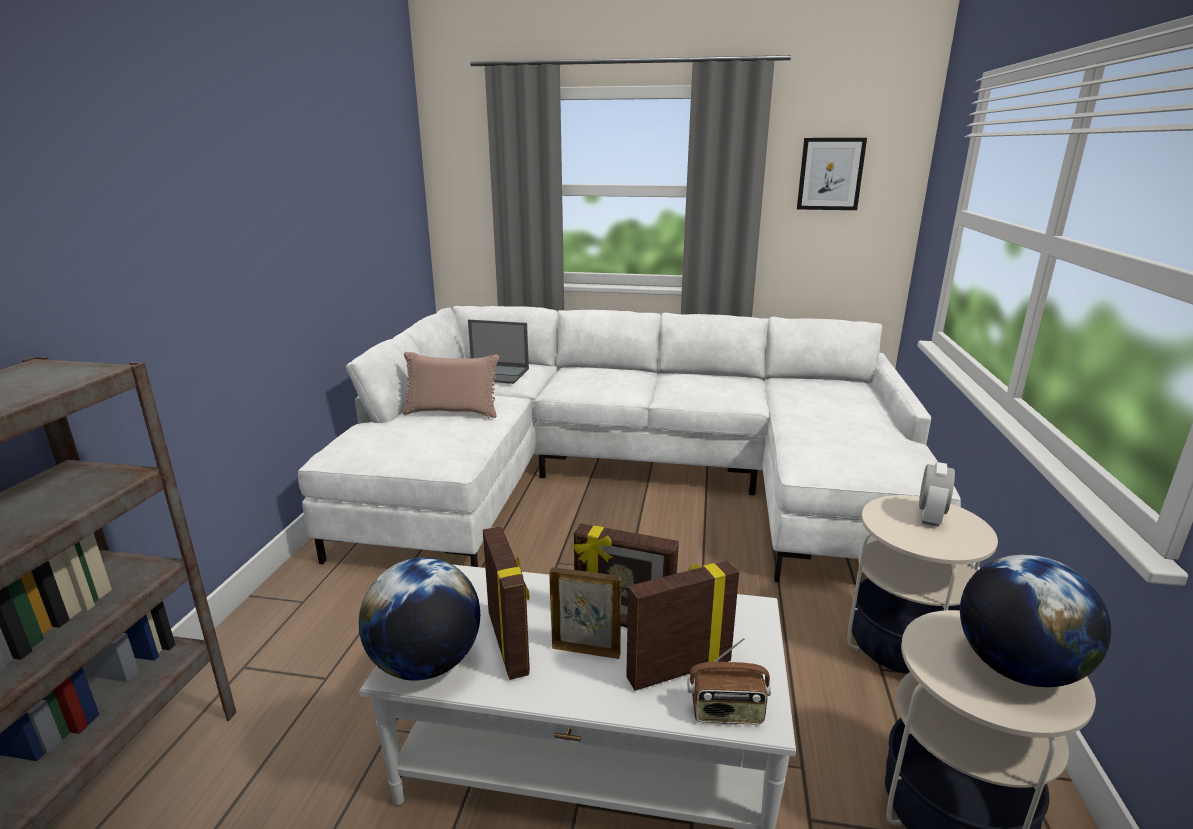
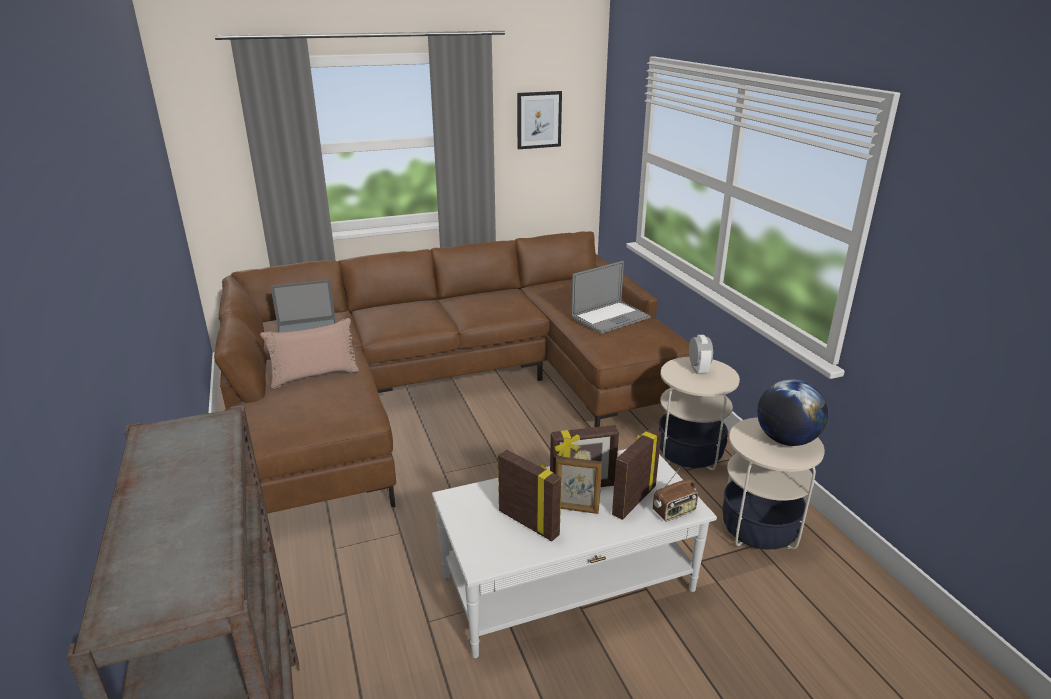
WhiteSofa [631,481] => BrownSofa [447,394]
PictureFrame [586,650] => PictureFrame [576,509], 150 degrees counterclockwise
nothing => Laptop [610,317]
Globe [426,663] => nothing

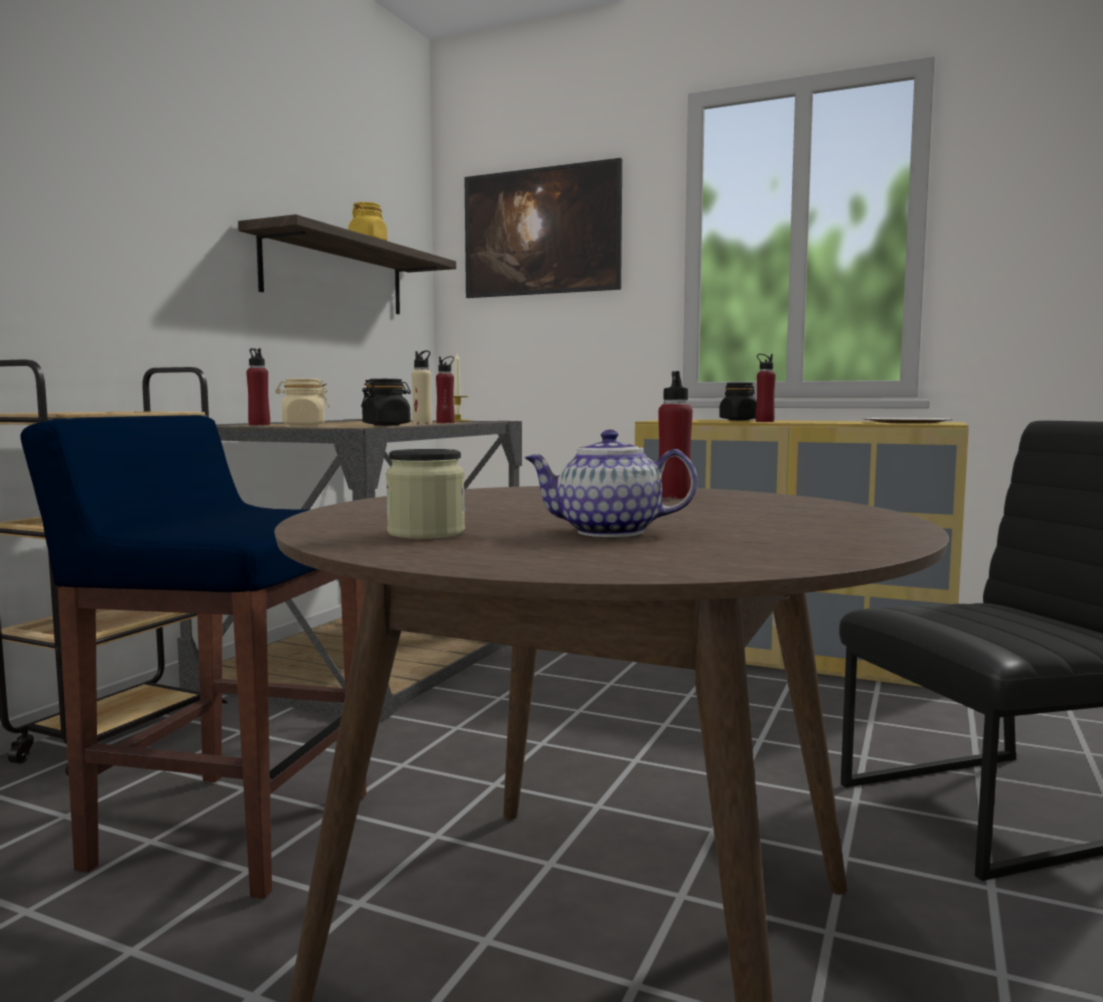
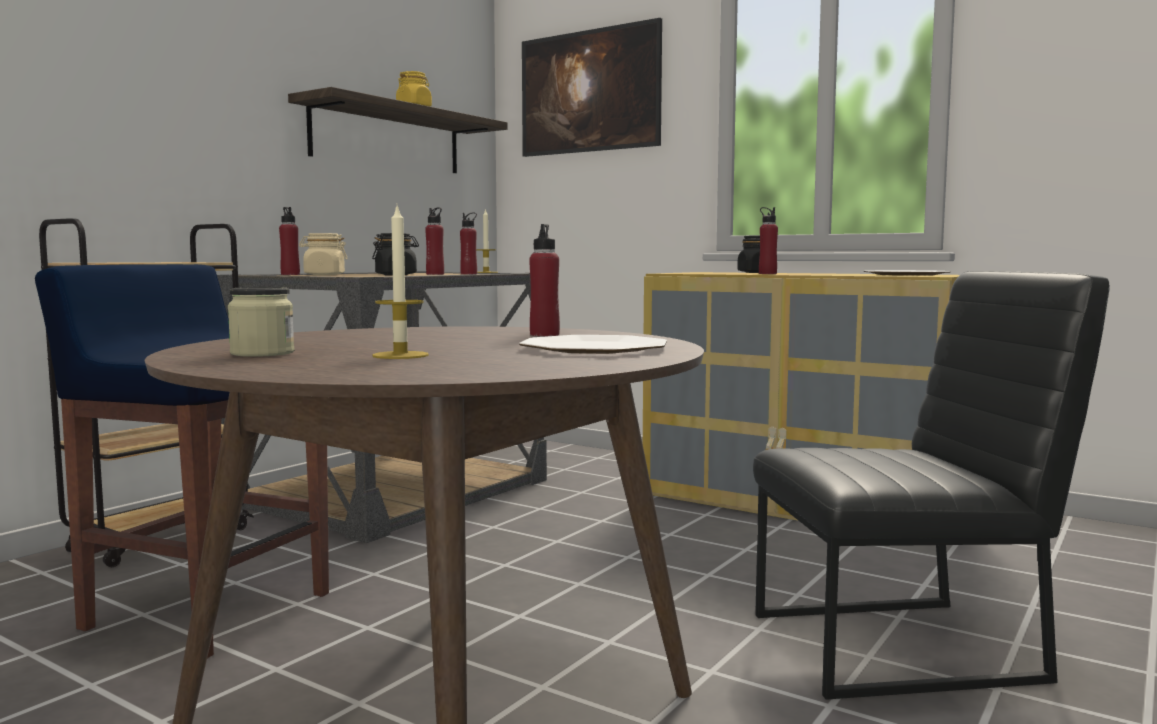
Teapot [607,532] => Candle [400,355]
BeigeBottle [422,424] => RedBottle [435,274]
nothing => Plate [595,348]

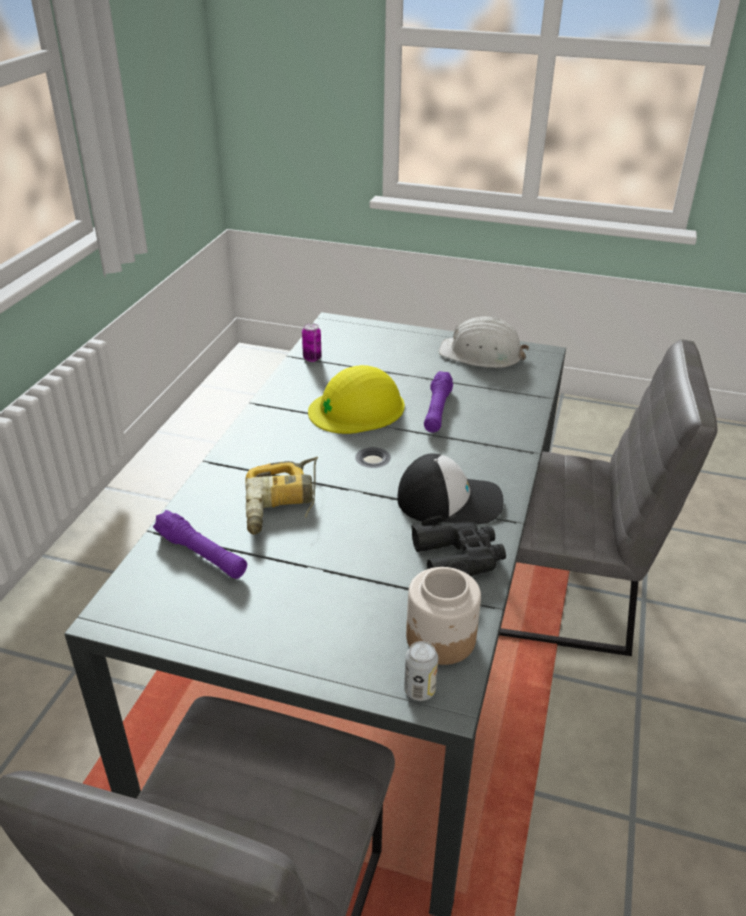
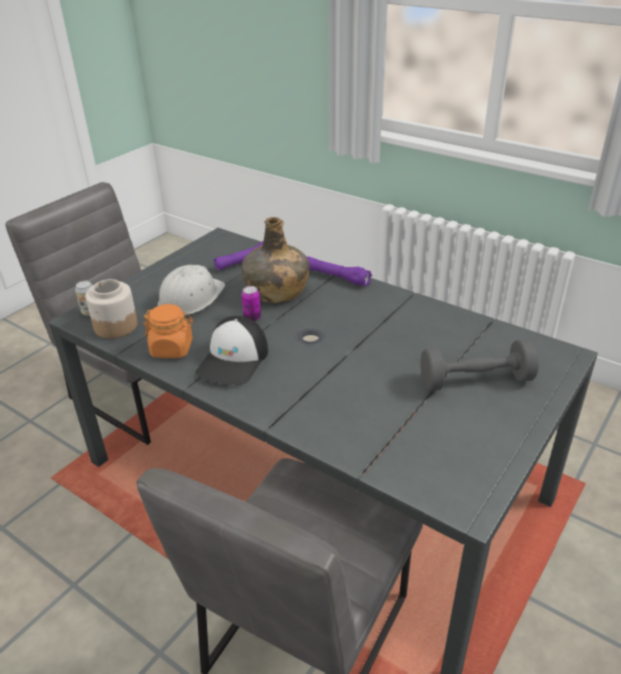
BlackBinoculars [458,558] => OrangeJar [172,349]
WhiteHardHat [481,354] => WhiteHardHat [190,298], moved
PowerDrill [283,504] => GreenBottle [276,291]
Can [312,358] => Can [252,318], moved
PurpleFlashlight [437,410] => PurpleFlashlight [336,277], moved
nothing => GreyDumbbell [475,381]
YellowHardHat [357,408] => nothing

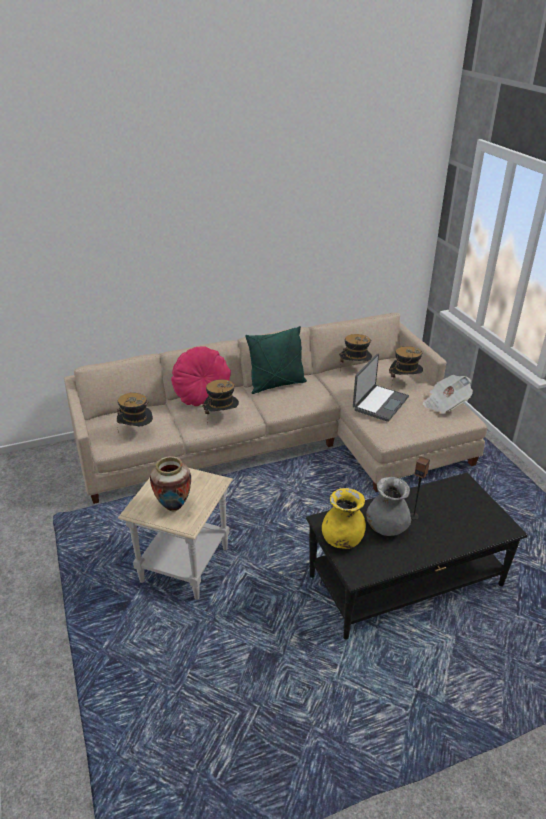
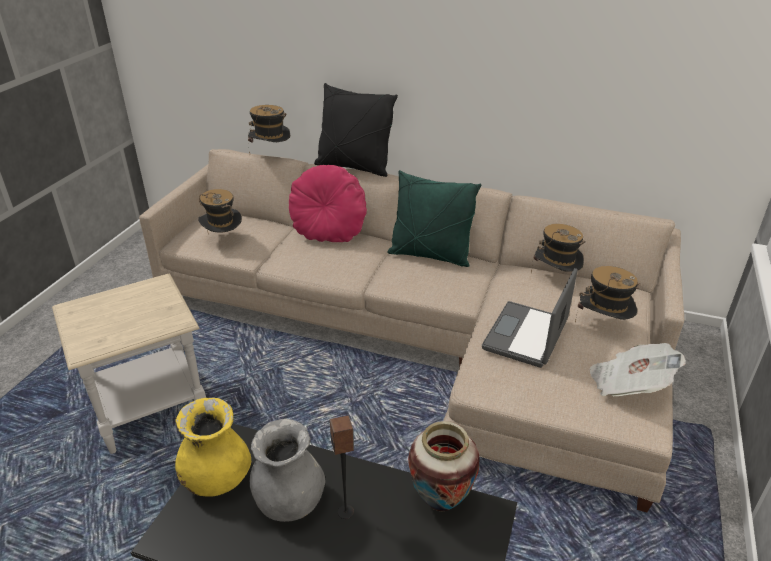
Hat [221,418] => Hat [271,155], moved
nothing => BlackPillow [354,167]
Vase [173,507] => Vase [440,502], moved
Laptop [379,403] => Laptop [527,336], 135 degrees clockwise

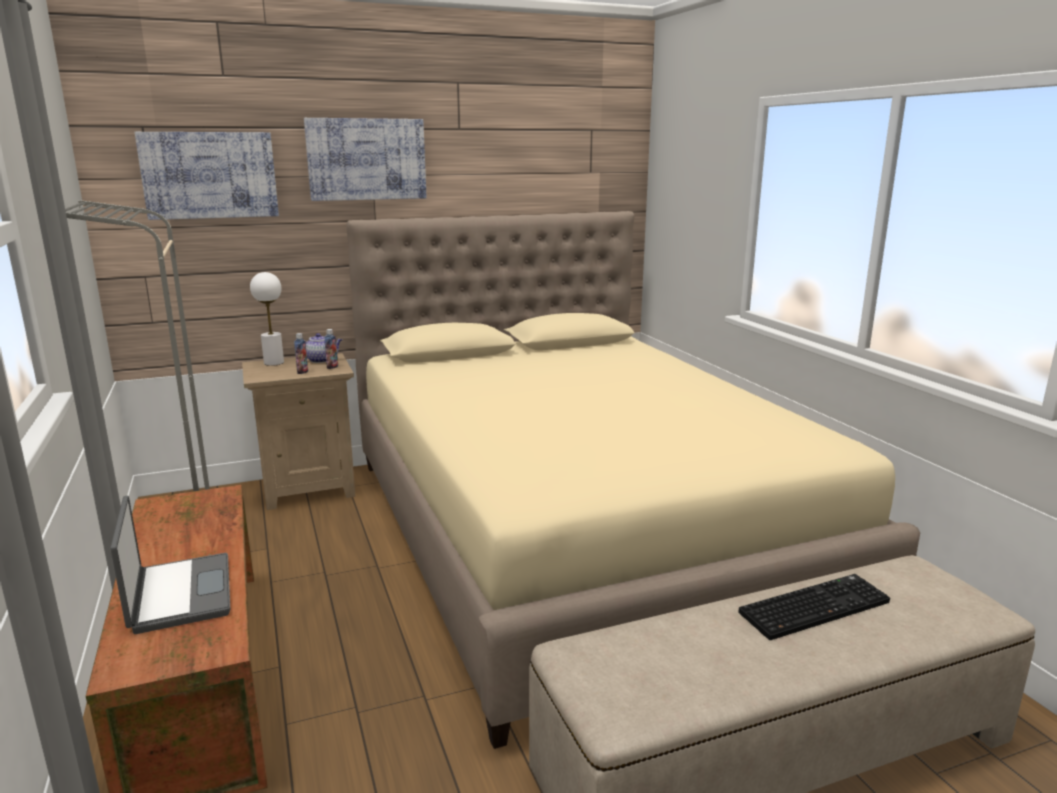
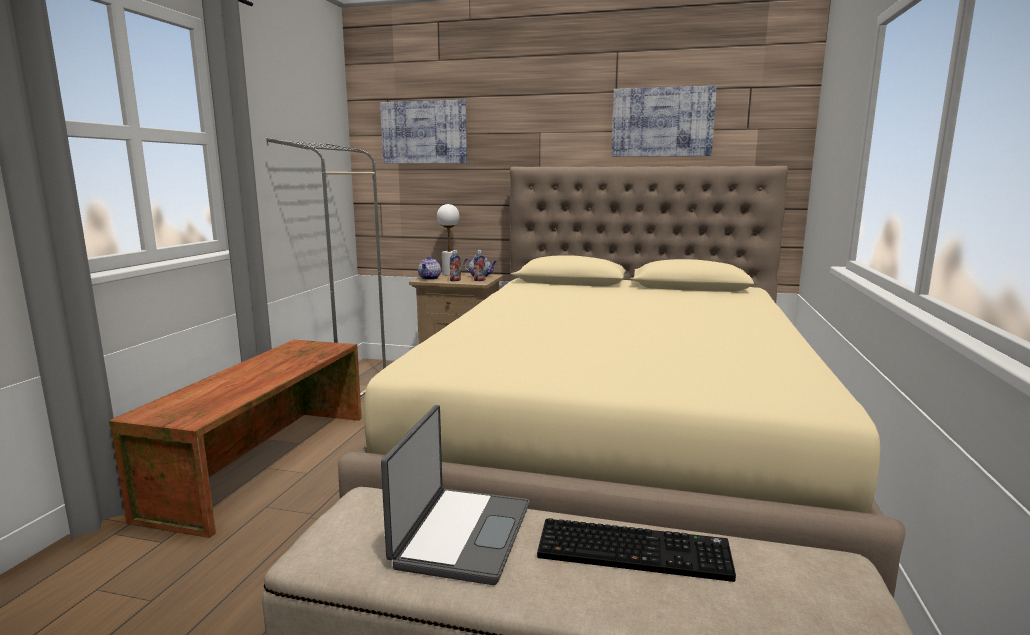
Laptop [179,594] => Laptop [460,534], moved
nothing => Teapot [429,278]
Picture [367,159] => Picture [662,122], moved

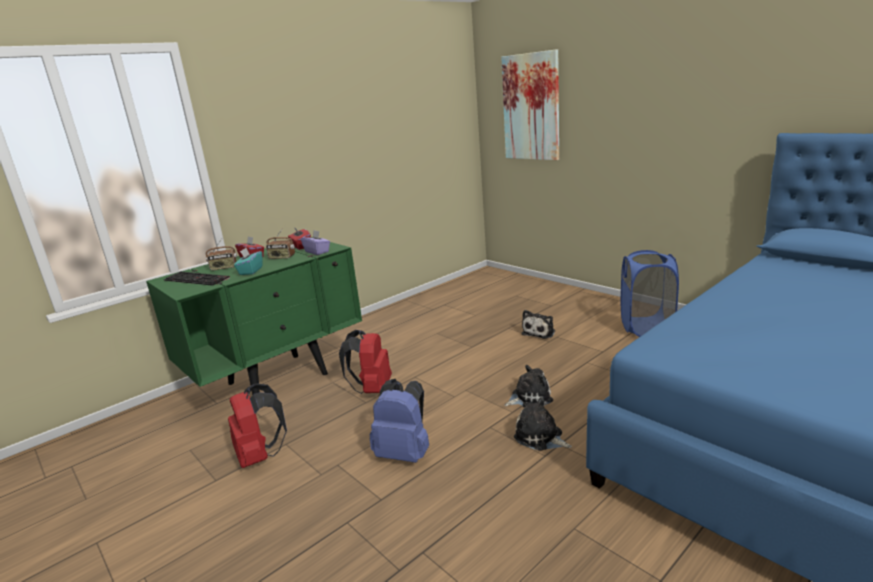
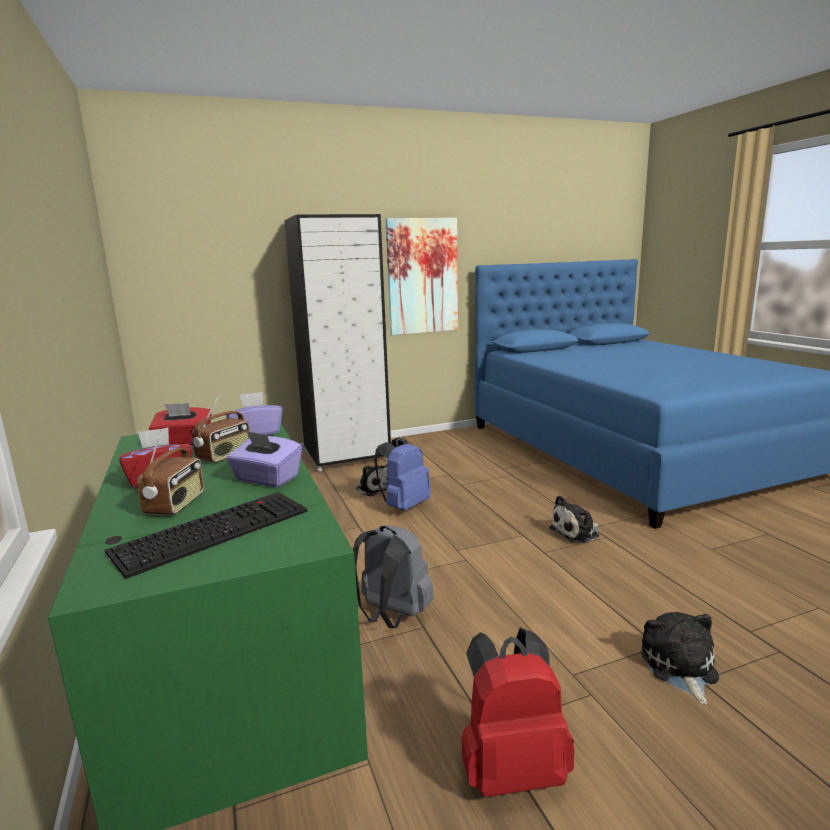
TurquoiseTissueBox [250,271] => PurpleTissueBox [266,479]
nothing => Wardrobe [347,456]
RedBackpack [372,389] => GreyBackpack [392,616]
BlueBackpack [404,453] => BlueBackpack [404,506], moved
Picture [531,107] => Picture [422,276], moved
PlushToy [529,397] => PlushToy [679,667], moved
BlueLaundryBasket [646,327] => nothing

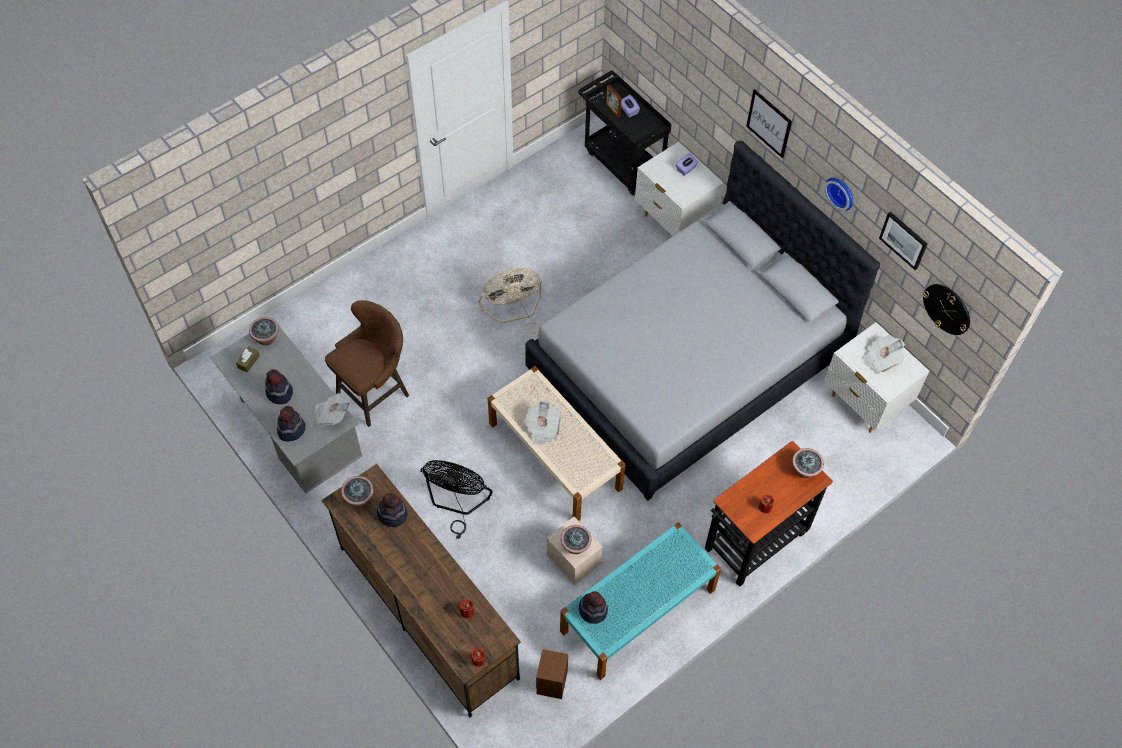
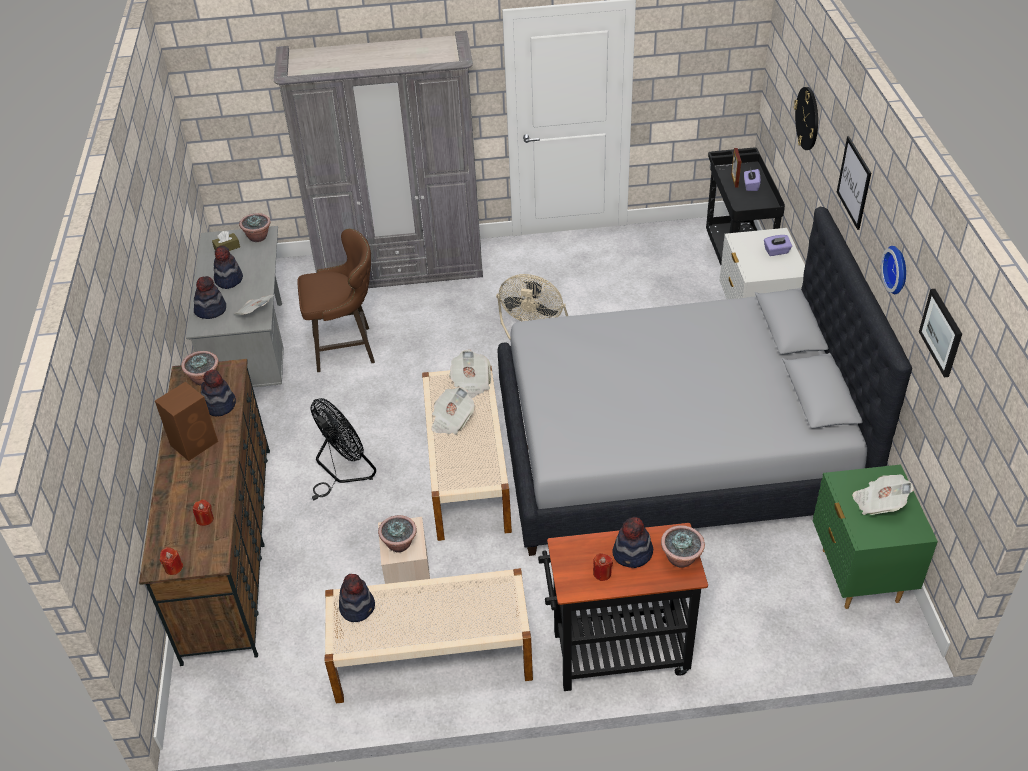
BrownSpeaker [552,681] => BrownSpeaker [195,442], moved
nothing => GreyWardrobe [401,267]
TurquoiseBench [638,611] => BeigeBench [432,657]
nothing => Newspaper [471,383]
nothing => Hat [633,554]
WallClock [947,309] => WallClock [807,118], moved
WhiteNightstand [864,403] => GreenNightstand [858,576]

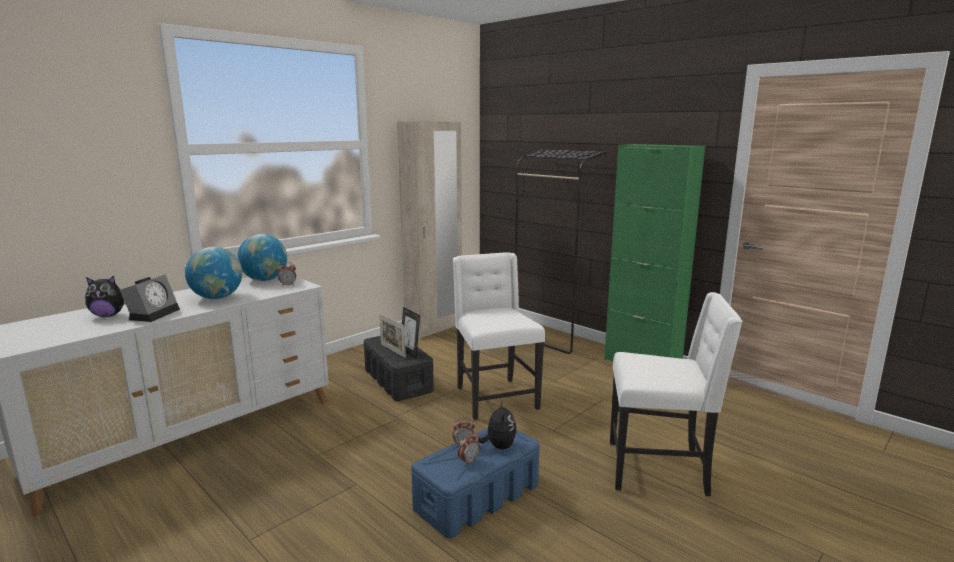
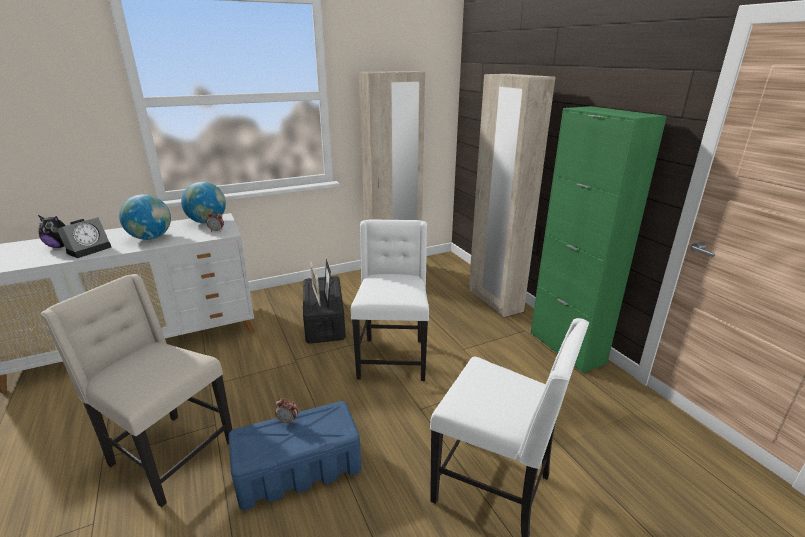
nothing => BeigeChair [169,455]
BlackClothesRack [553,339] => BeigeWardrobe [494,300]
AlarmClock [469,461] => nothing
PlushToy [499,446] => nothing

